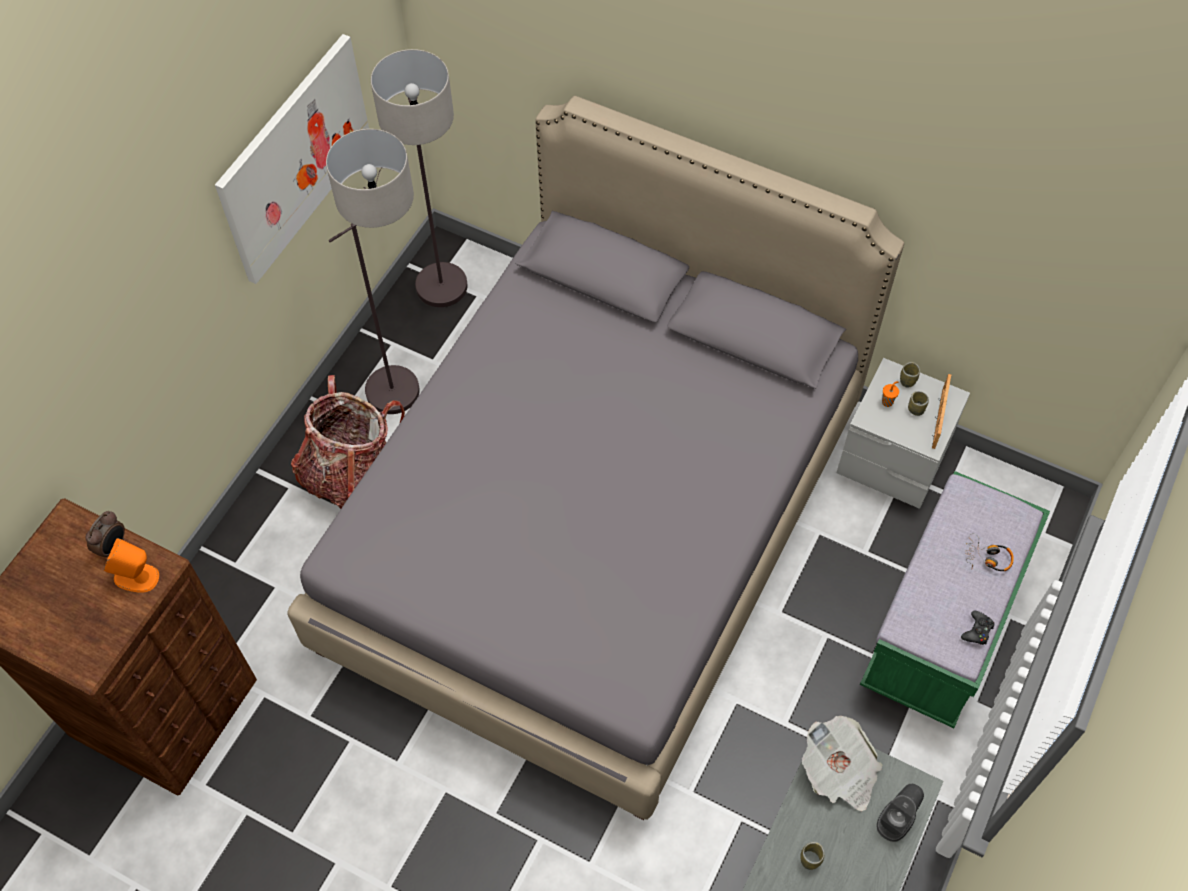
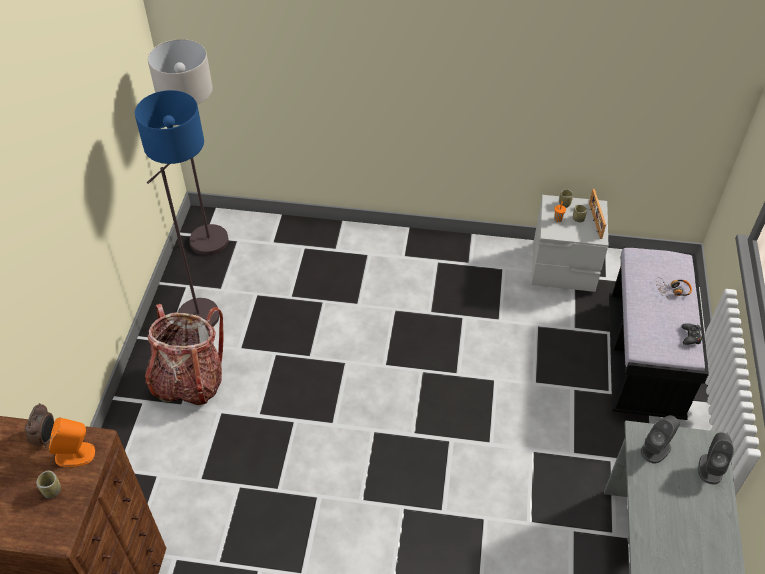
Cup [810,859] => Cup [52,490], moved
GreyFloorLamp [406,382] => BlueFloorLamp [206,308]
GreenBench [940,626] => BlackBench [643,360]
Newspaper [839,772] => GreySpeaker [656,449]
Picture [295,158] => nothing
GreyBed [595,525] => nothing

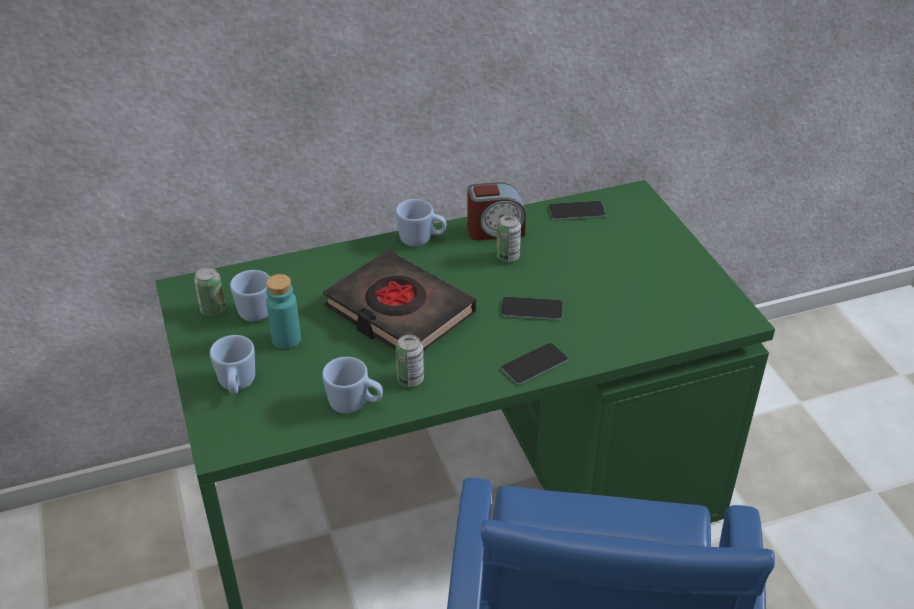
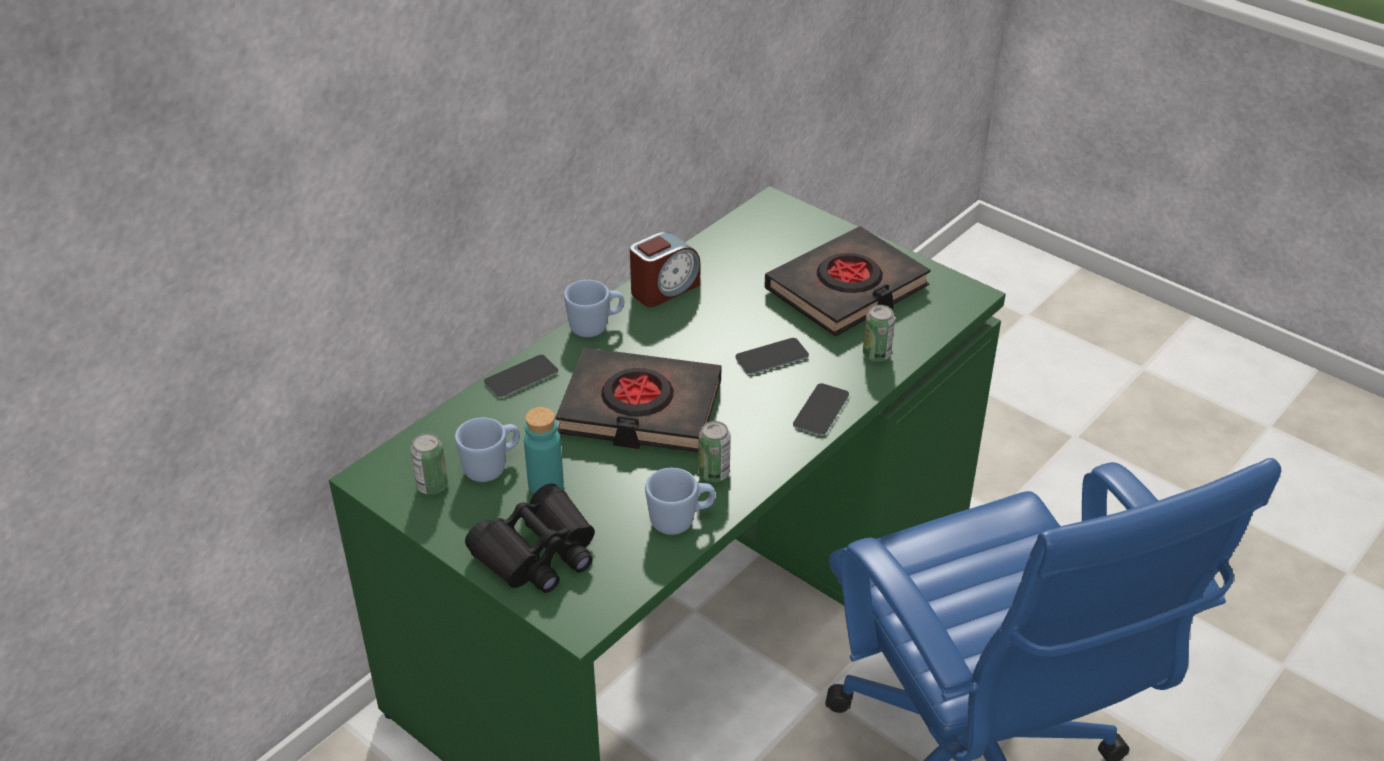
BlueMug [237,386] => BlackBinoculars [538,553]
Phone [576,211] => Phone [521,377], moved
nothing => BlackBook [847,290]
Can [507,257] => Can [876,354], moved

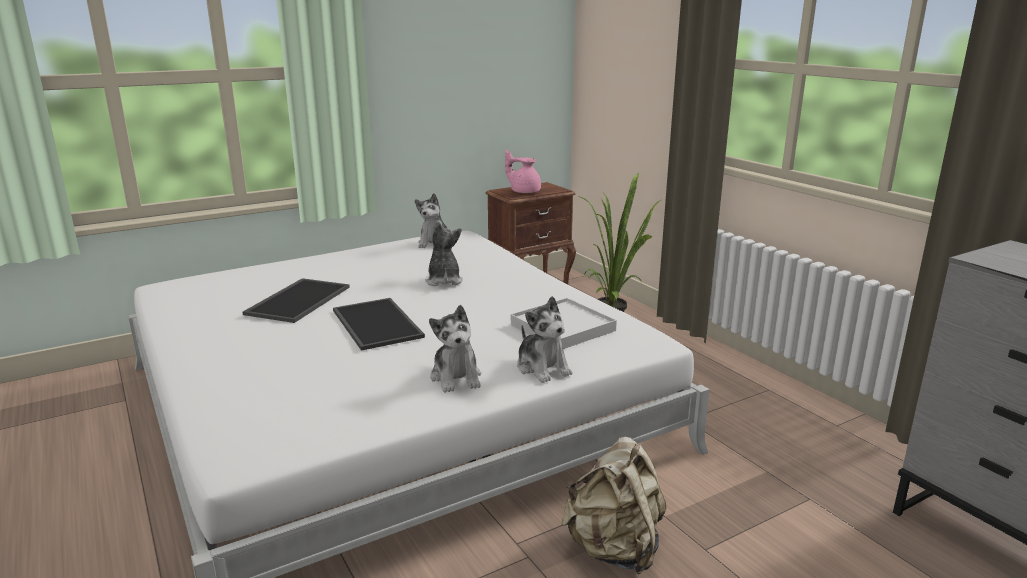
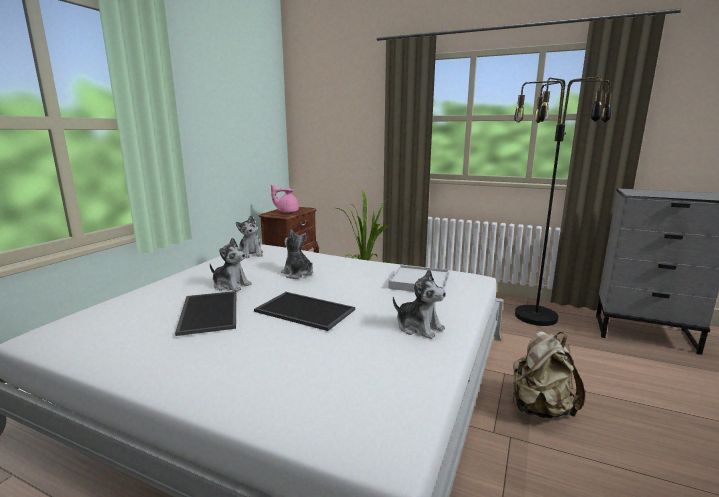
PlushToy [542,368] => PlushToy [231,285], moved
nothing => FloorLamp [535,317]

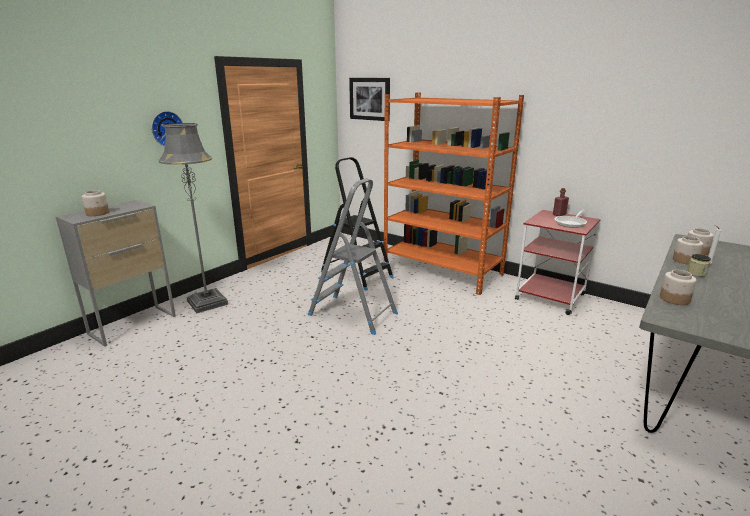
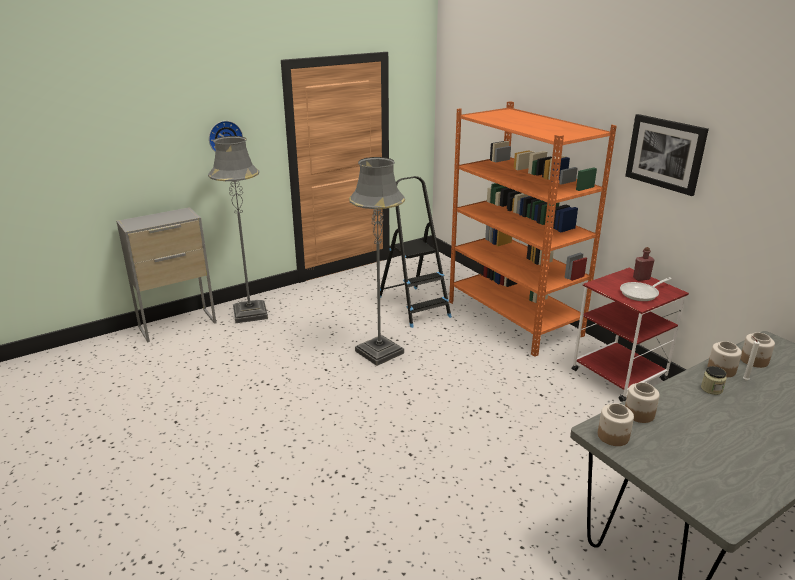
GreyStepLadder [352,313] => GreyFloorLamp [379,352]
Jar [98,213] => Jar [613,436], moved
Picture [370,99] => Picture [665,153], moved

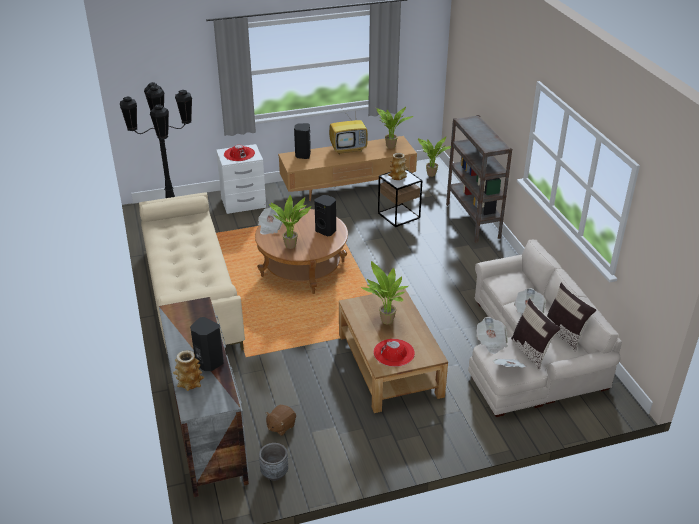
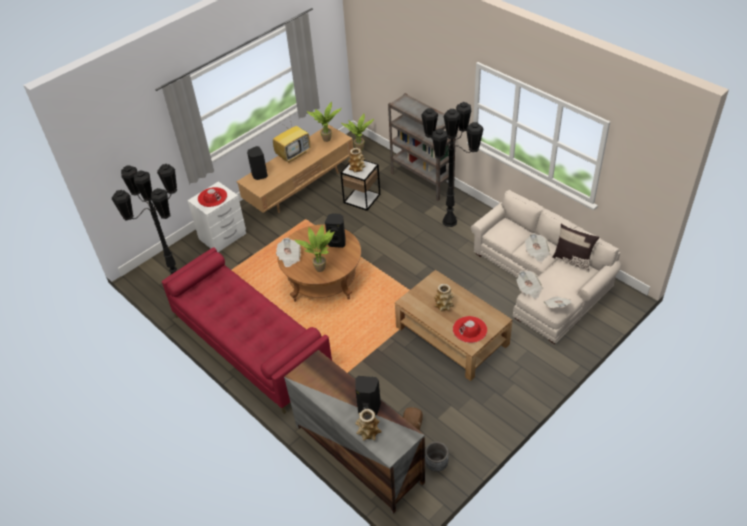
BeigeSofa [192,295] => RedSofa [250,344]
nothing => BlackFloorLamp [450,221]
PottedPlant [385,322] => Vase [443,306]
Pillow [531,352] => nothing

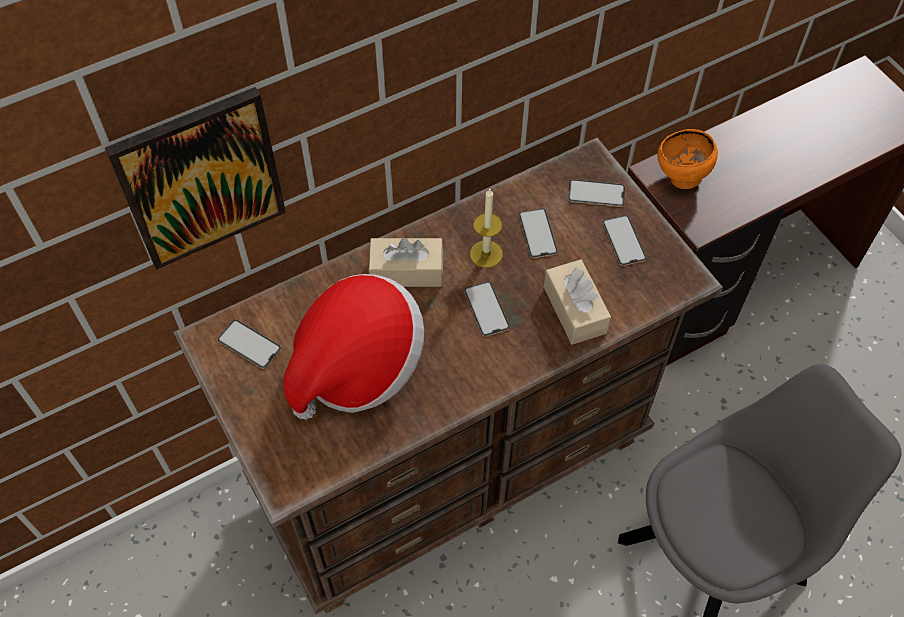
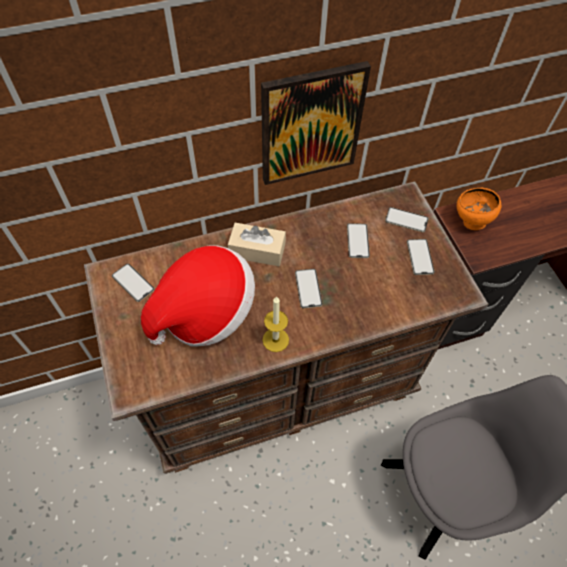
Picture [200,178] => Picture [310,124], moved
Candle [486,254] => Candle [275,340], moved
BeigeTissueBox [574,310] => nothing

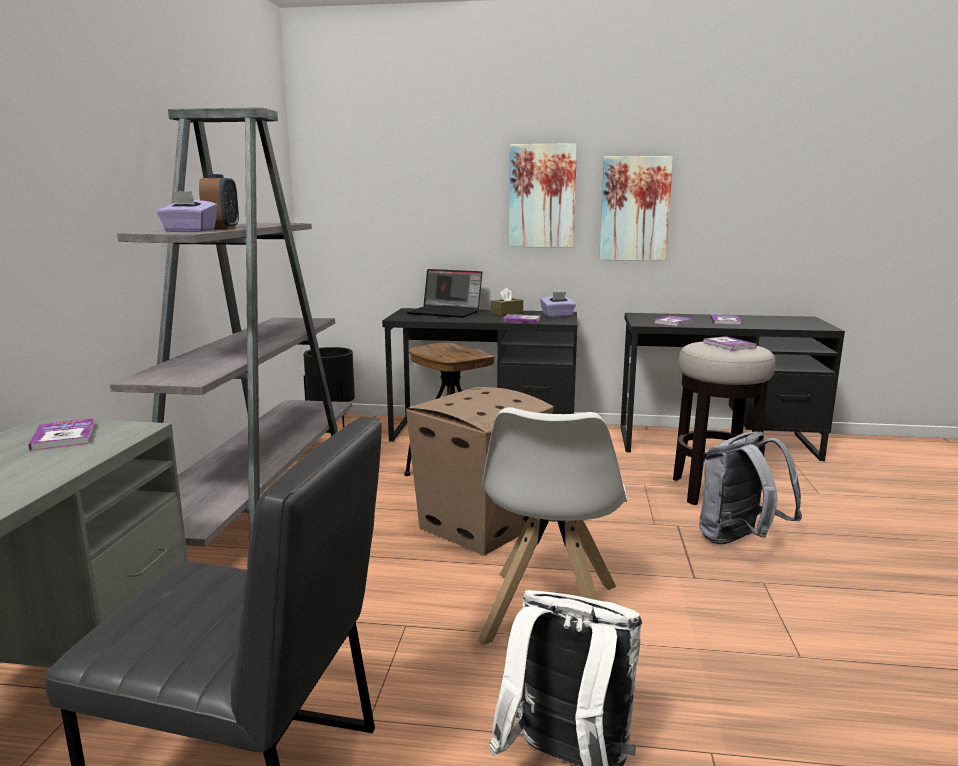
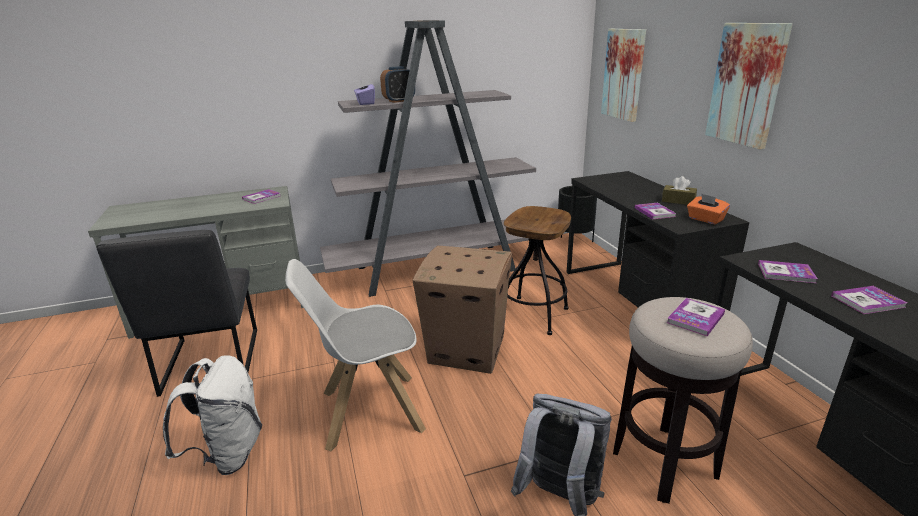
Picture [634,209] => Picture [624,74], moved
PurpleTissueBox [557,316] => OrangeTissueBox [705,219]
Laptop [446,312] => nothing

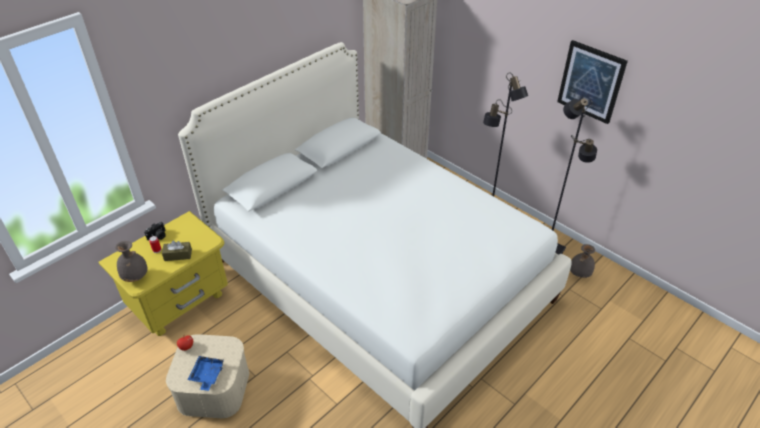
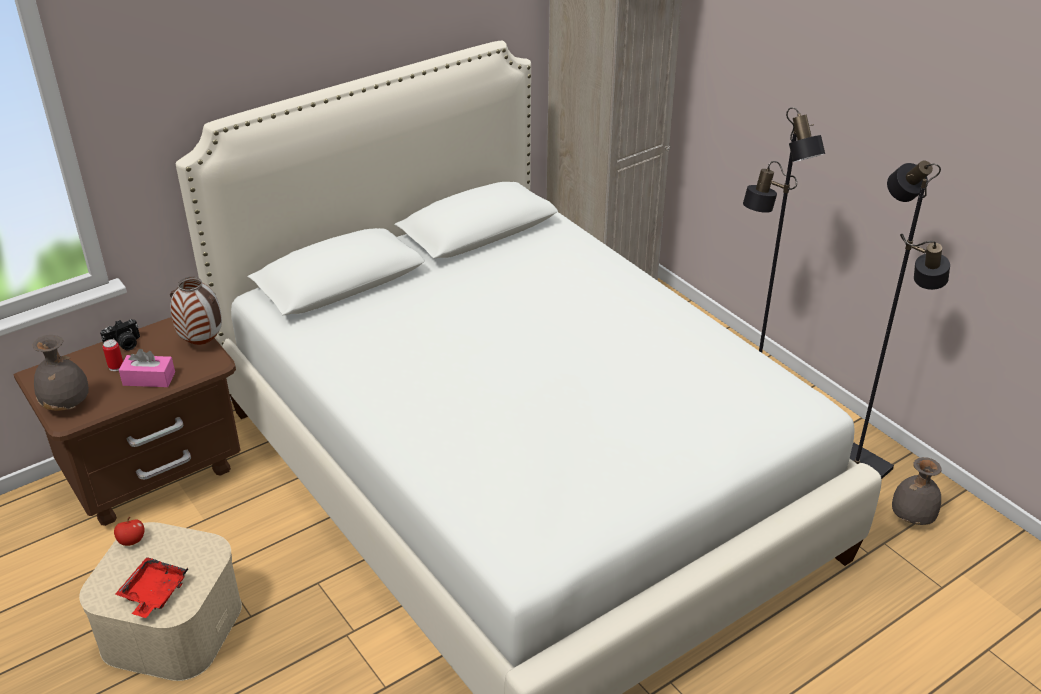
YellowNightstand [181,304] => BrownNightstand [155,477]
BlueTray [207,375] => RedTray [153,593]
BrownTissueBox [178,255] => PinkTissueBox [149,379]
nothing => Vase [203,342]
Picture [591,82] => nothing

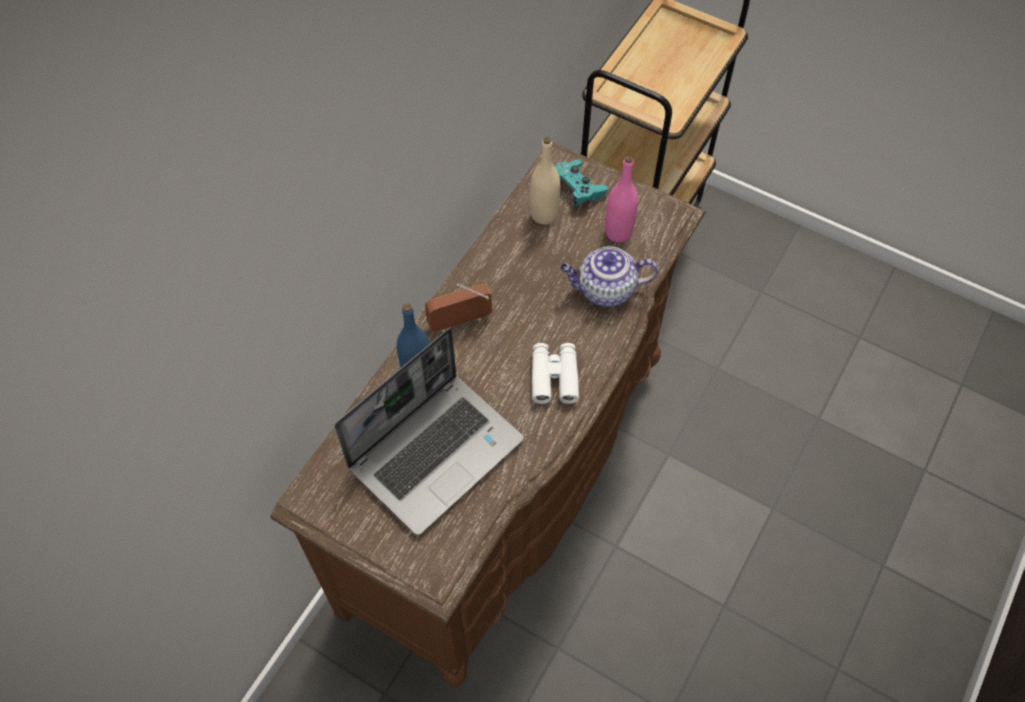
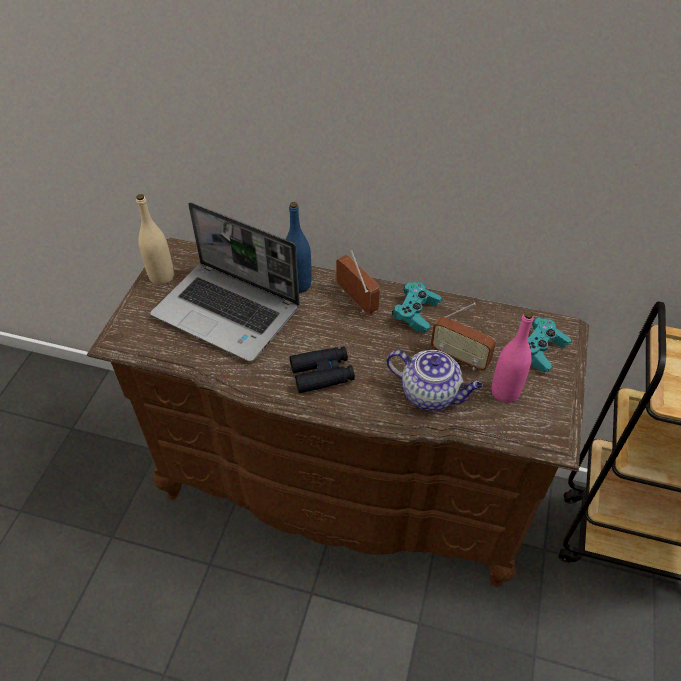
BeigeBottle [544,214] => BeigeBottle [161,277], moved
WhiteBinoculars [554,377] => BlackBinoculars [322,374]
Teapot [605,290] => Teapot [431,394], 135 degrees clockwise
nothing => TurquoiseGameController [416,313]
nothing => Radio [459,358]

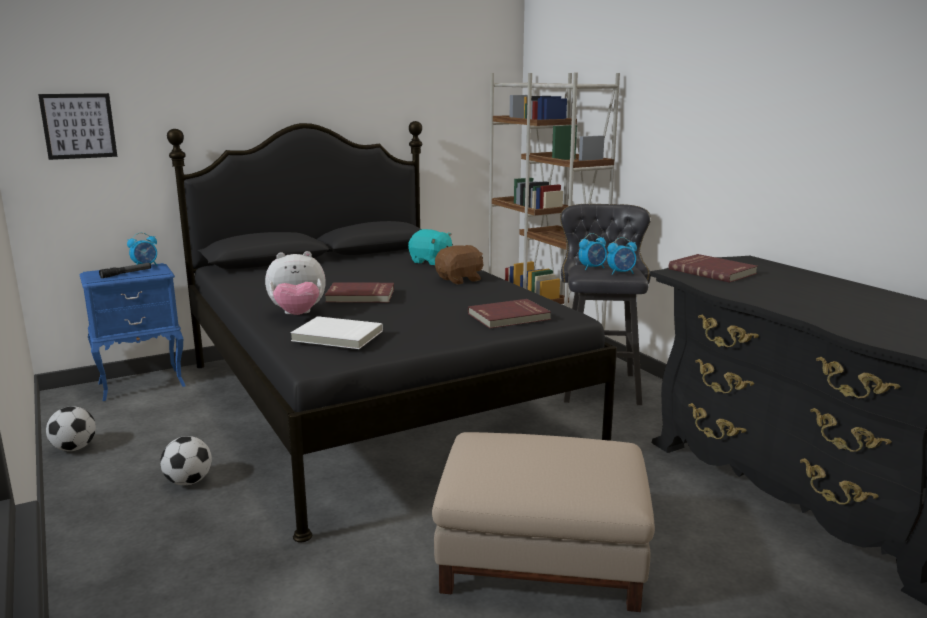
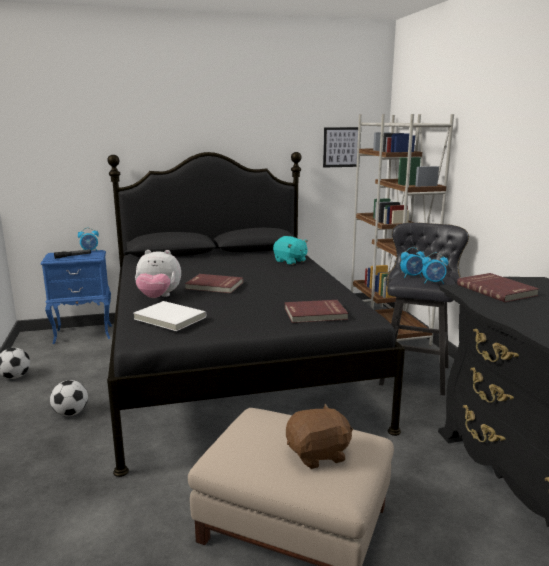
BrownPlushToy [460,280] => BrownPlushToy [318,454], moved
Picture [78,126] => Picture [341,147], moved

